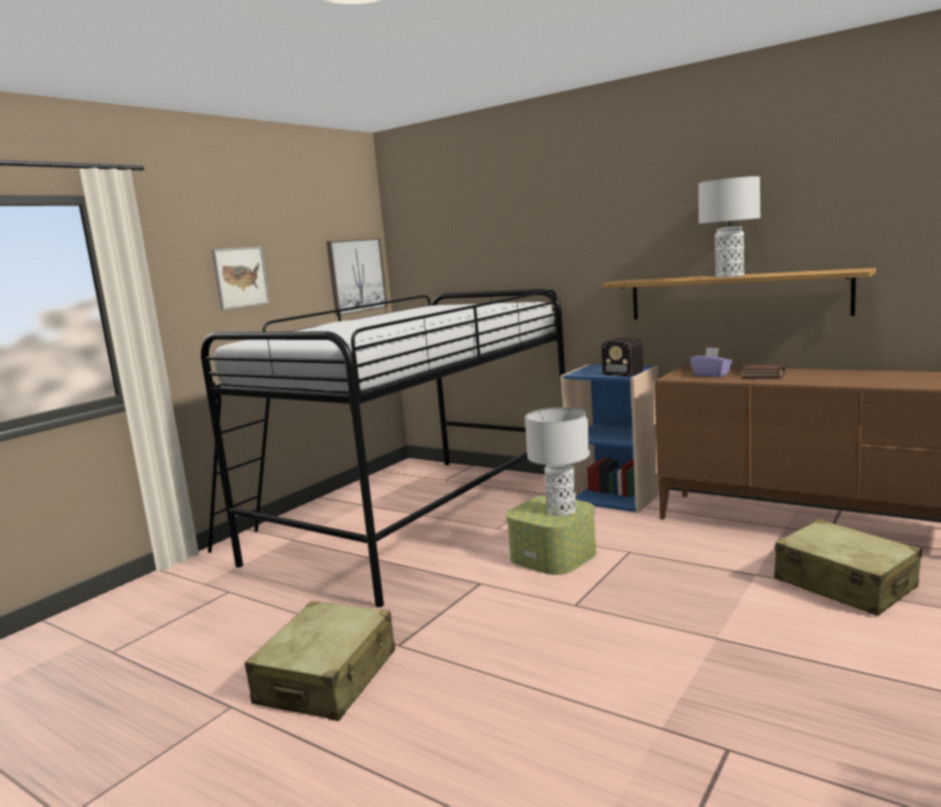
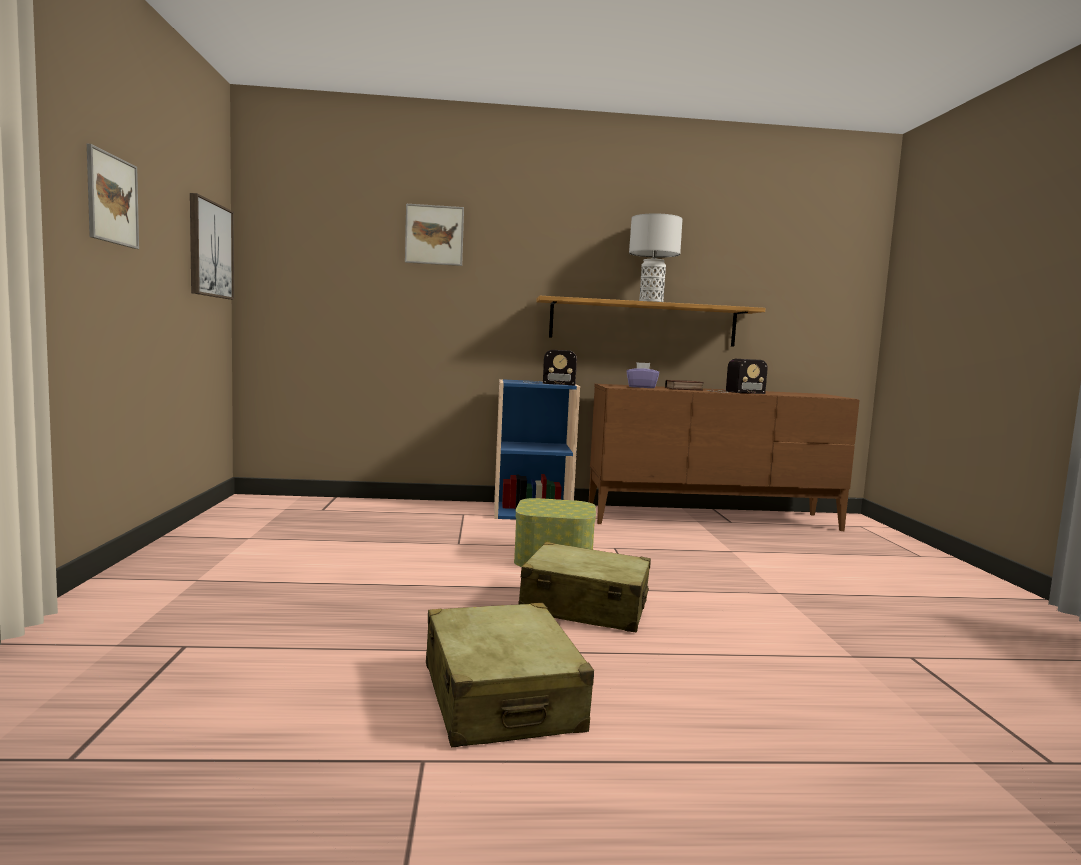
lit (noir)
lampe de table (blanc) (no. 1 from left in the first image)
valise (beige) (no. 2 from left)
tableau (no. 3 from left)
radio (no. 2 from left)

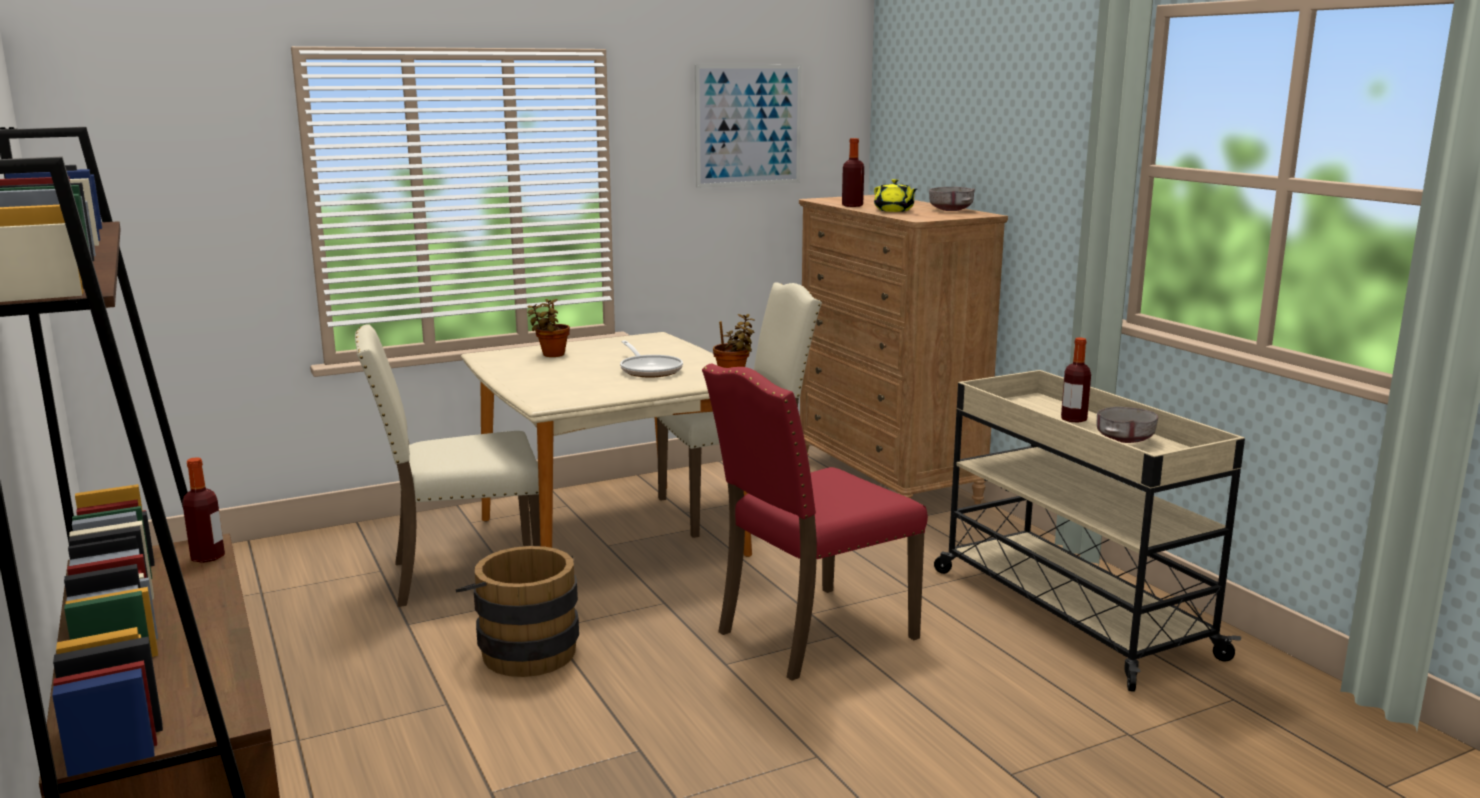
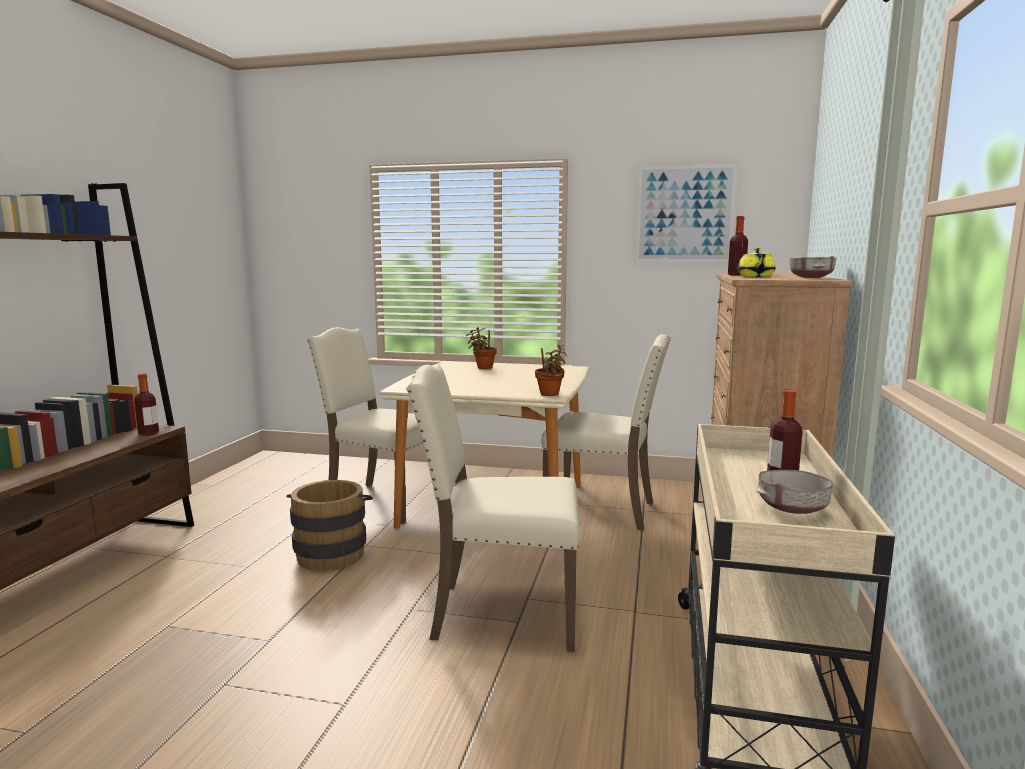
poêle
chaise (beige) (no. 2 from left)

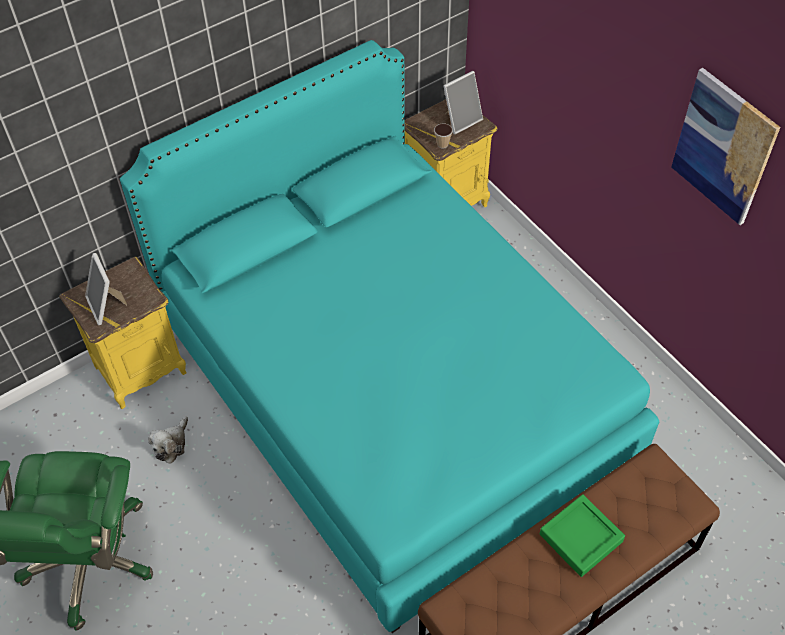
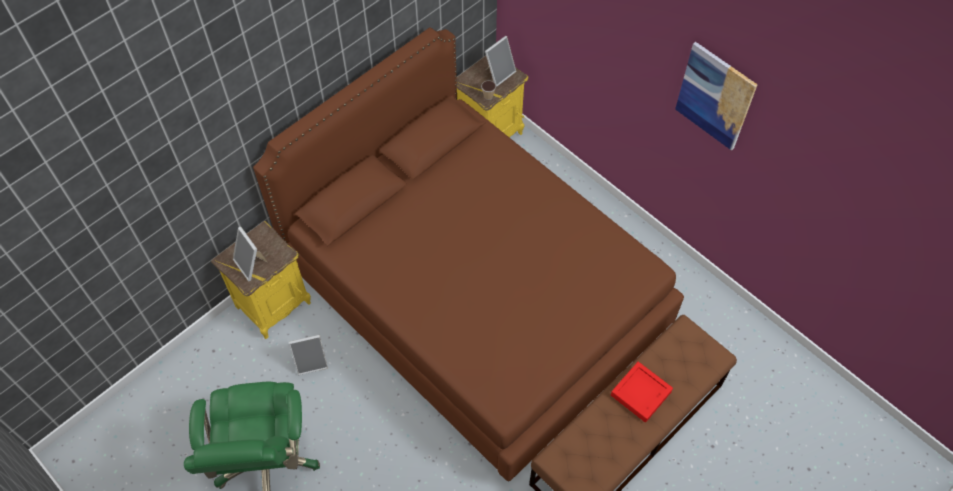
lit (marron)
cadre photo (no. 2 from left)
plateau (rouge)

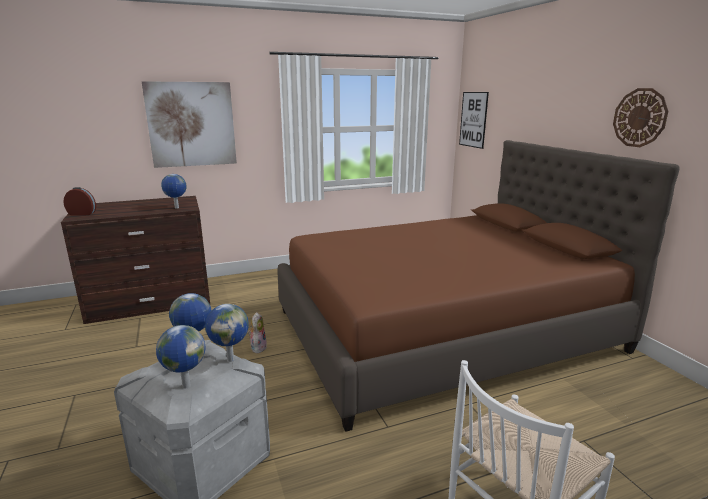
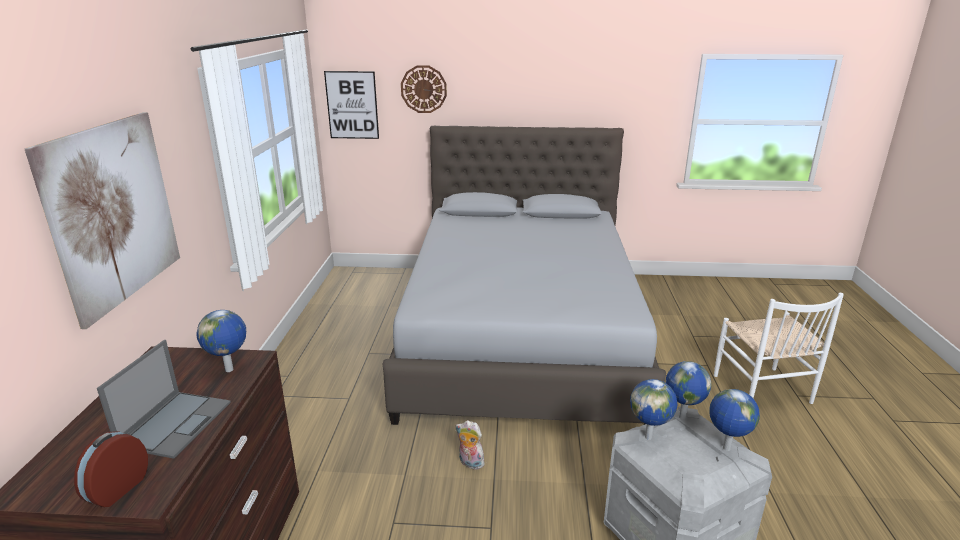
horloge murale
lit (gris)
ordinateur portable

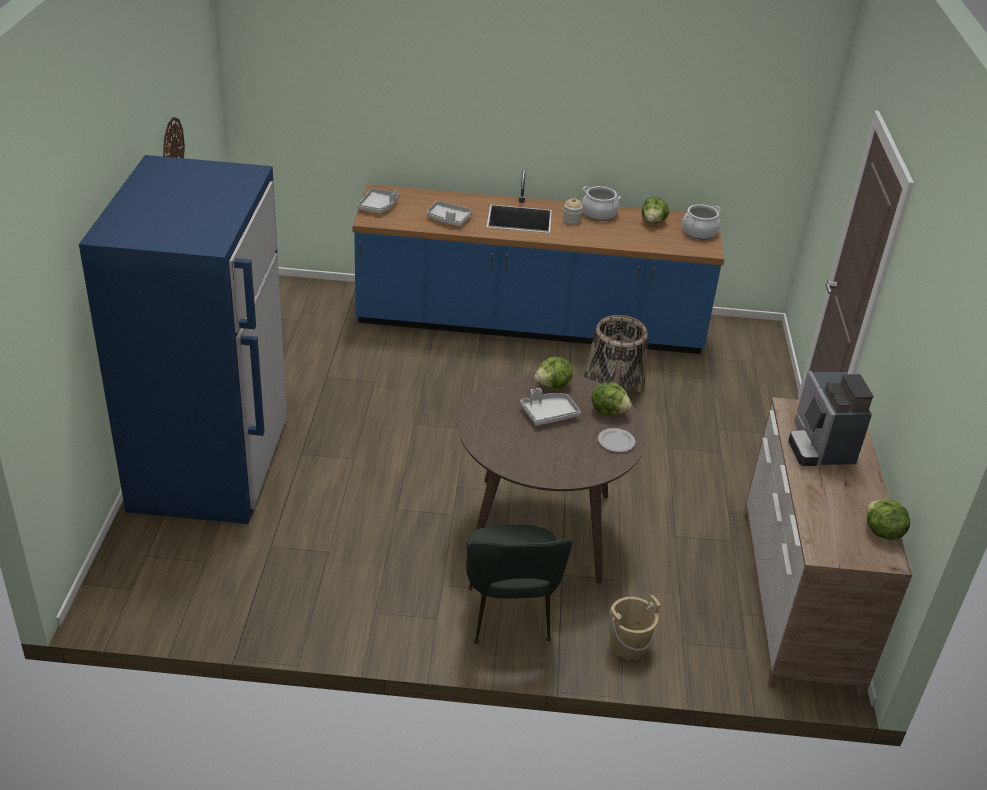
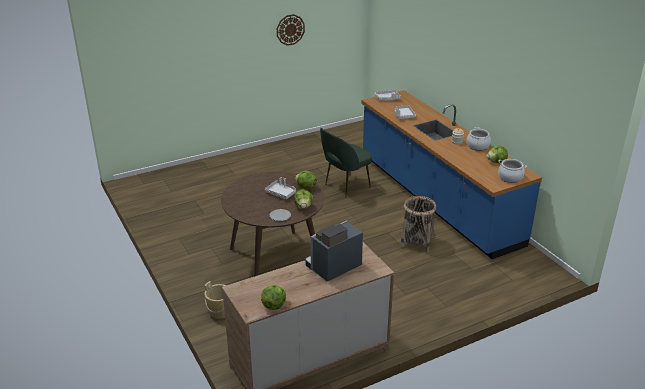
réfrigérateur (bleu)
chaise (vert)

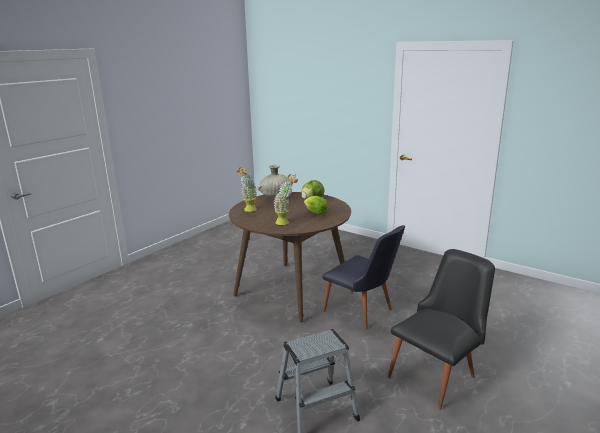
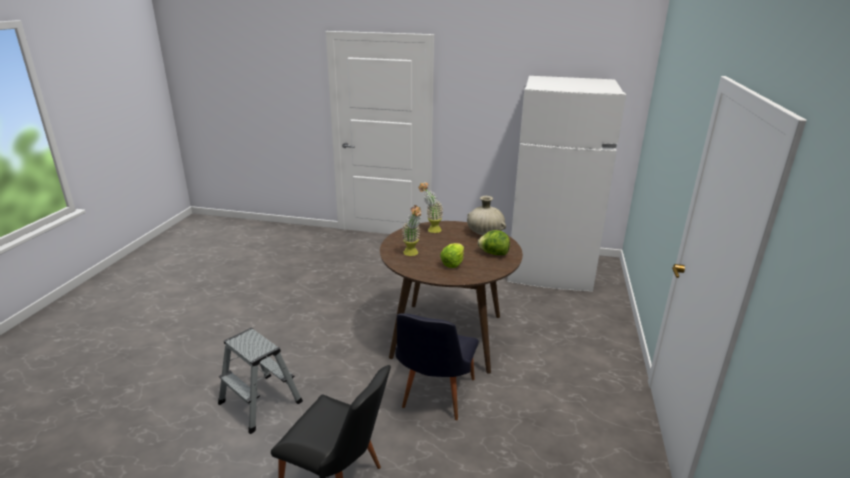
réfrigérateur (blanc)

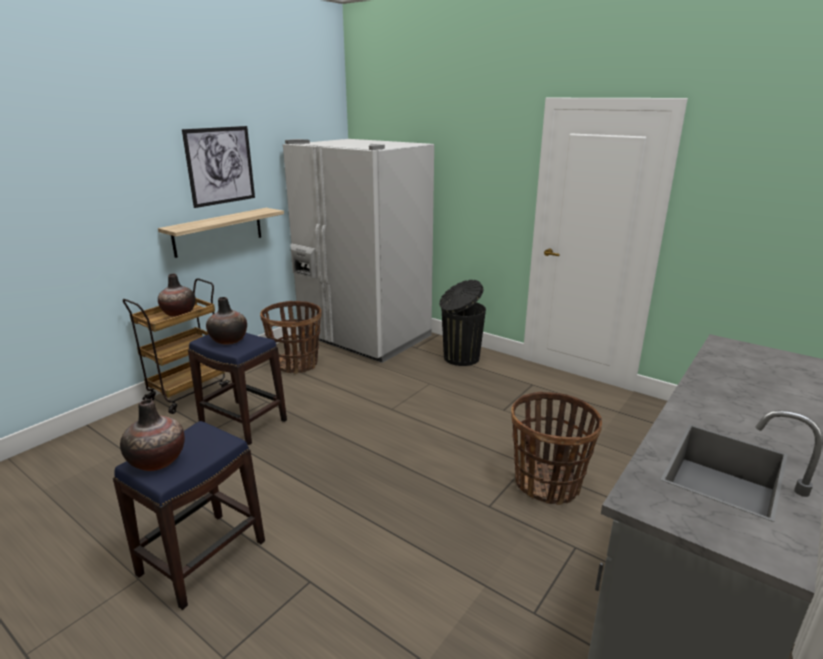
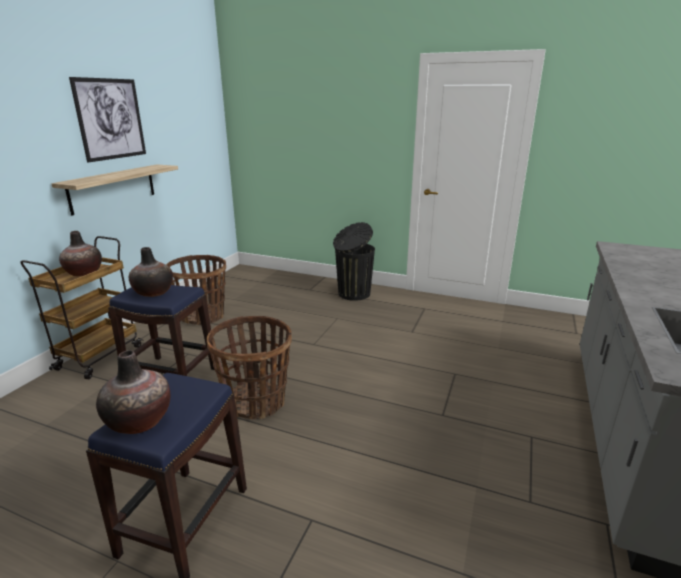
réfrigérateur (blanc)
panier (no. 2 from left)

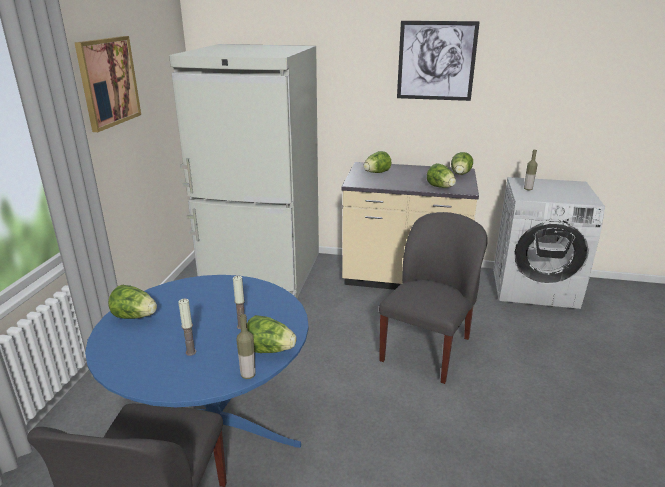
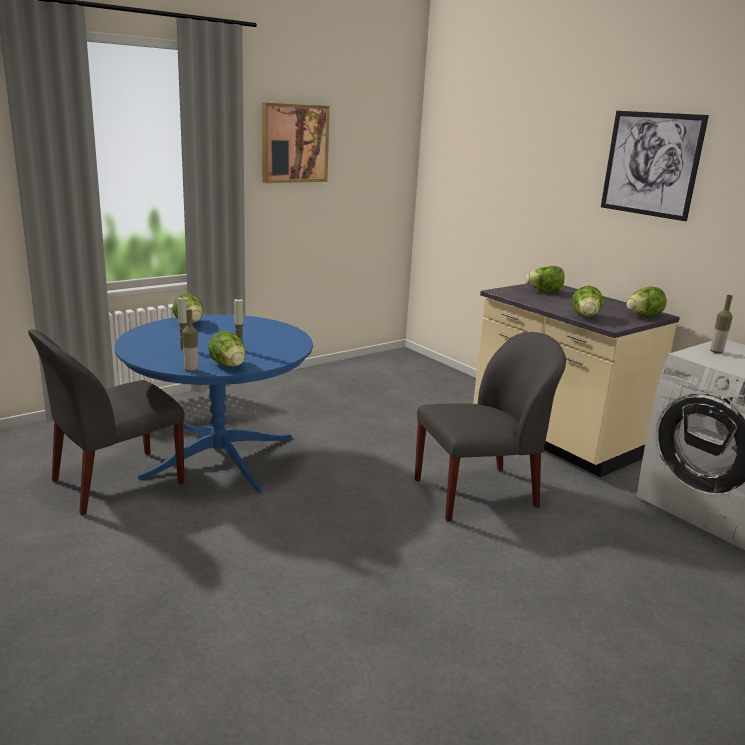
réfrigérateur (blanc)

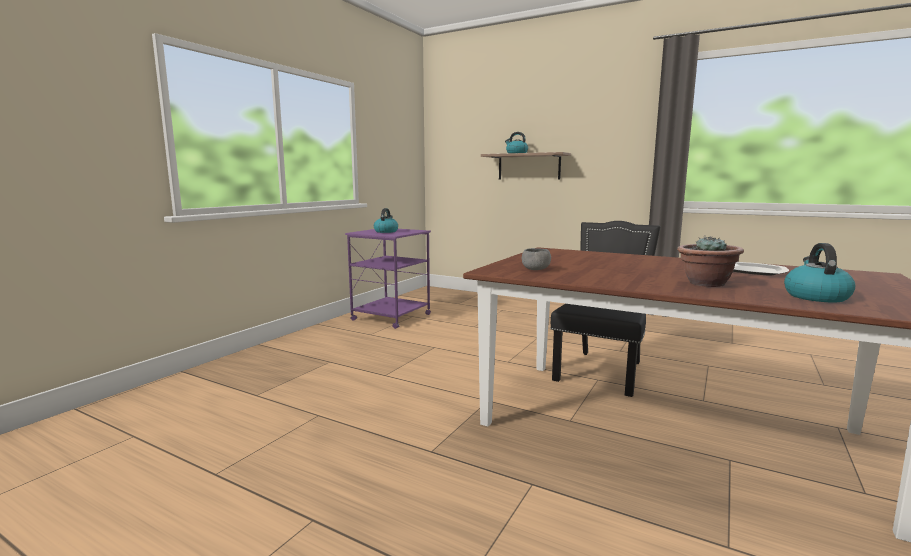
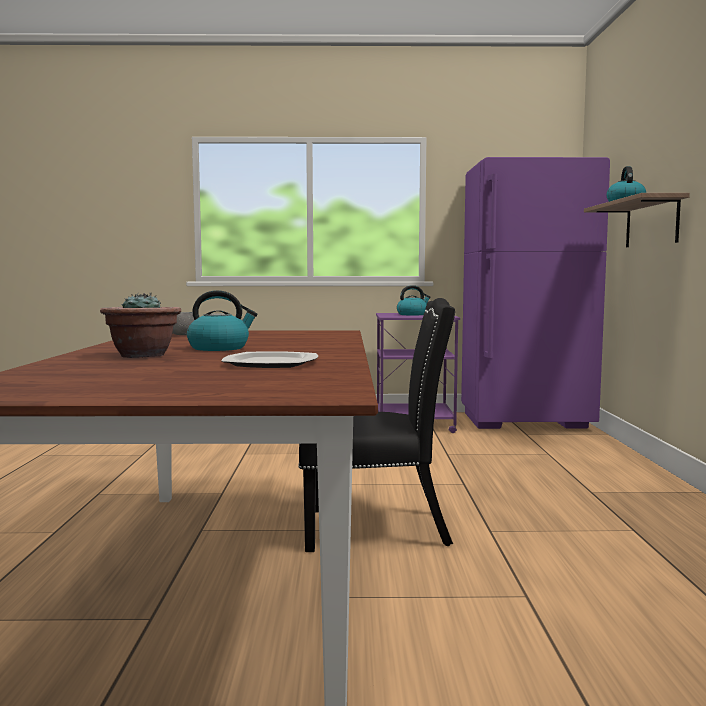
bouilloire (no. 1 from left)
réfrigérateur (violet)

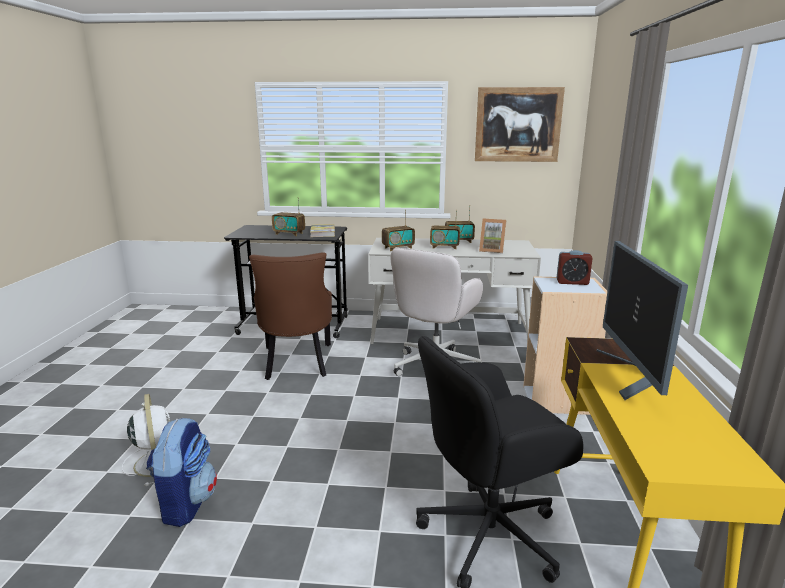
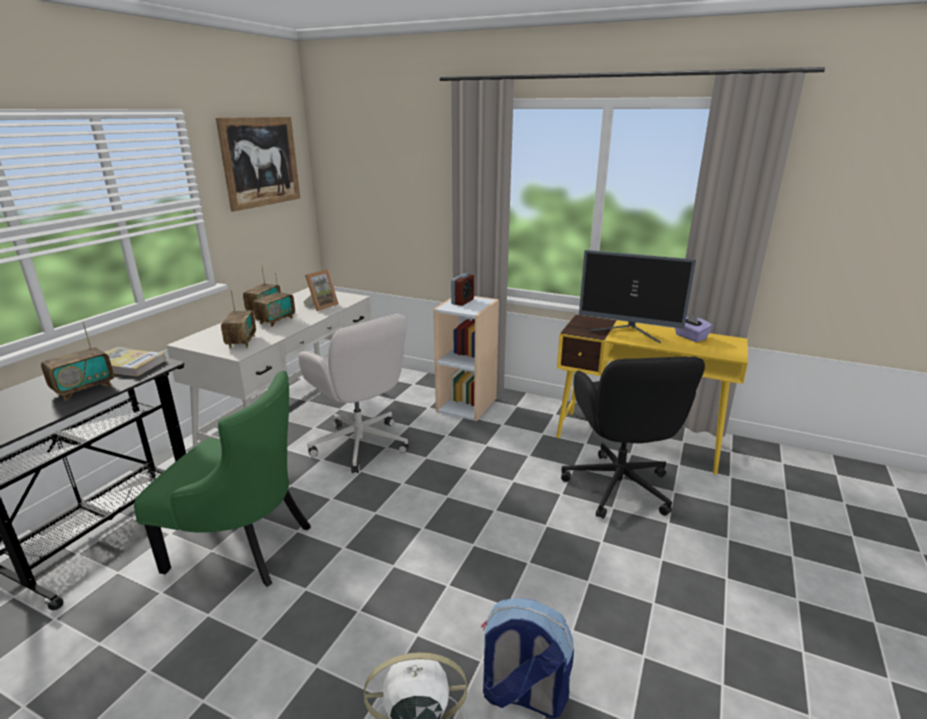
chaise (vert)
boîte à mouchoirs (violet)

